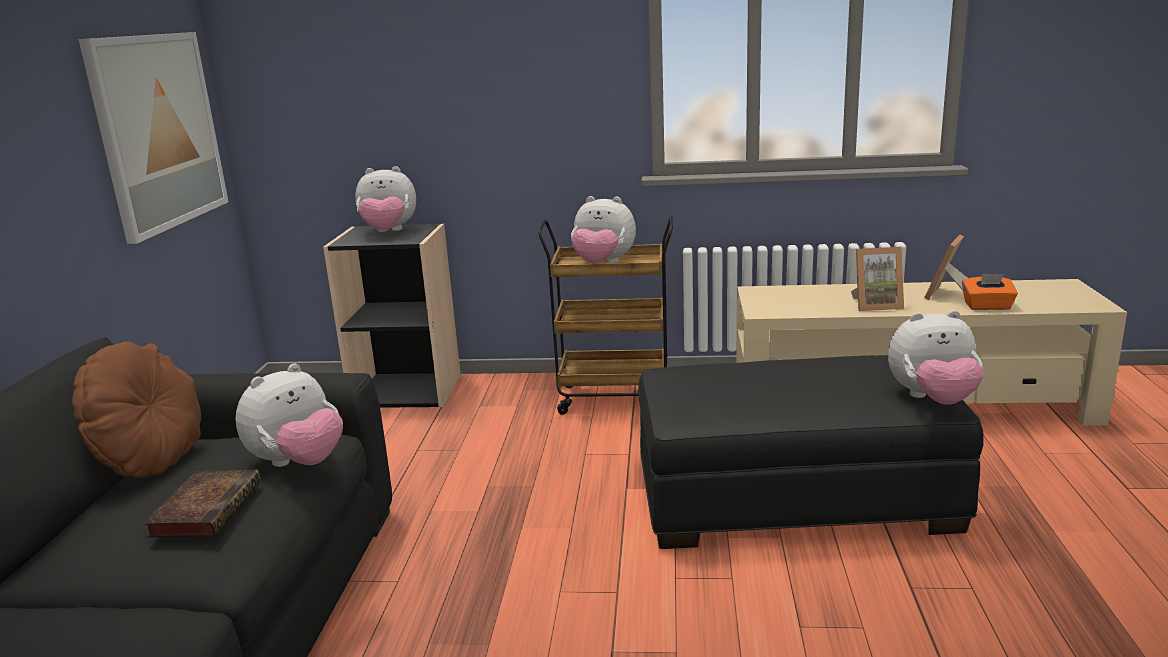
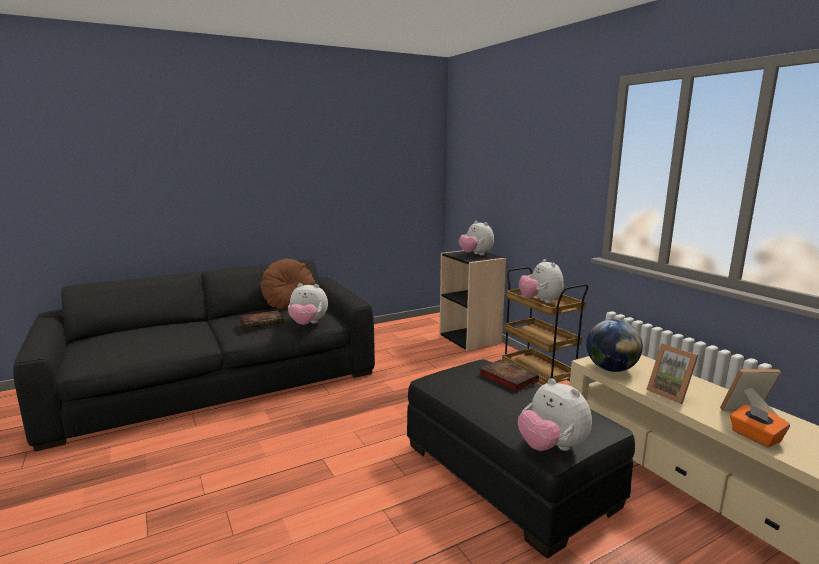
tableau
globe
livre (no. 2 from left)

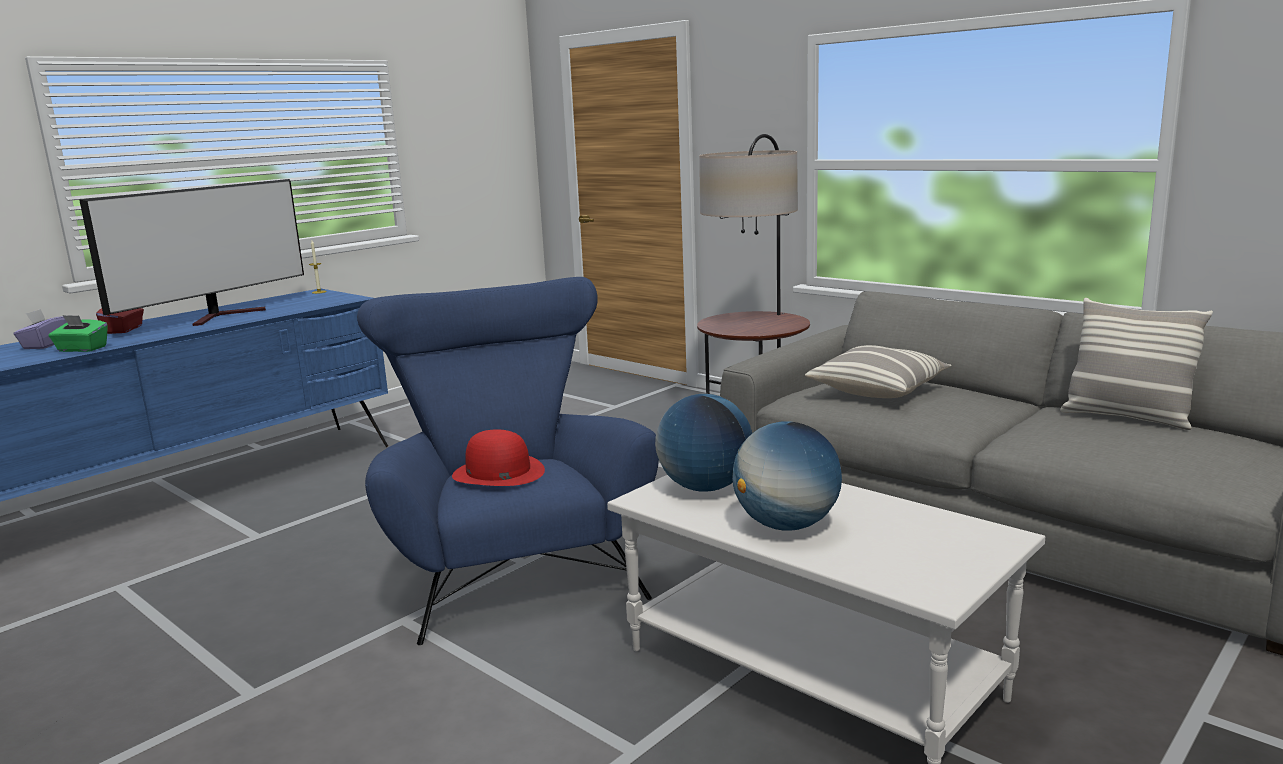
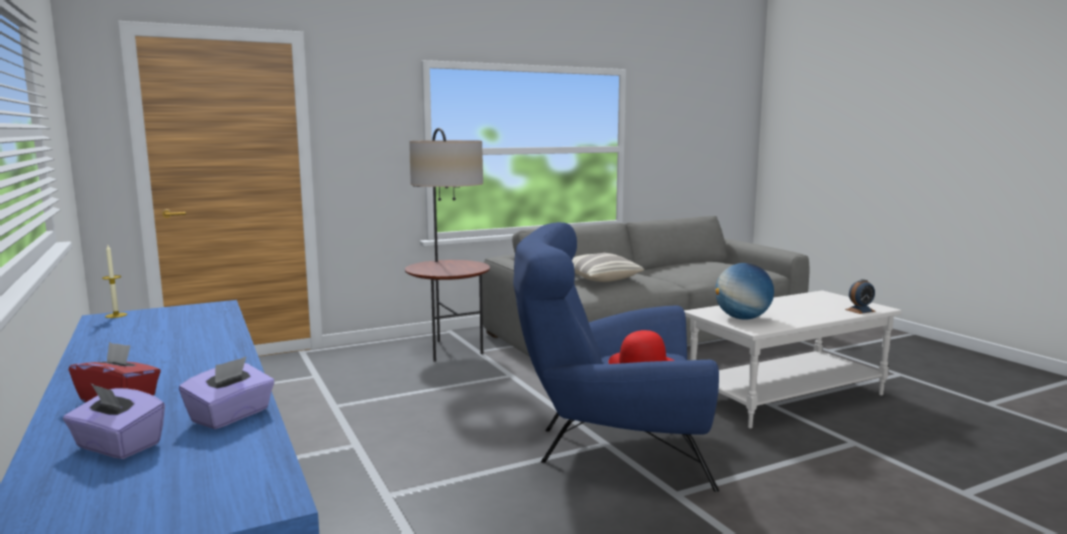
téléviseur
coussin (no. 2 from left in the first image)
boîte à mouchoirs (violet) (no. 2 from left)
globe (no. 2 from left in the first image)
réveil

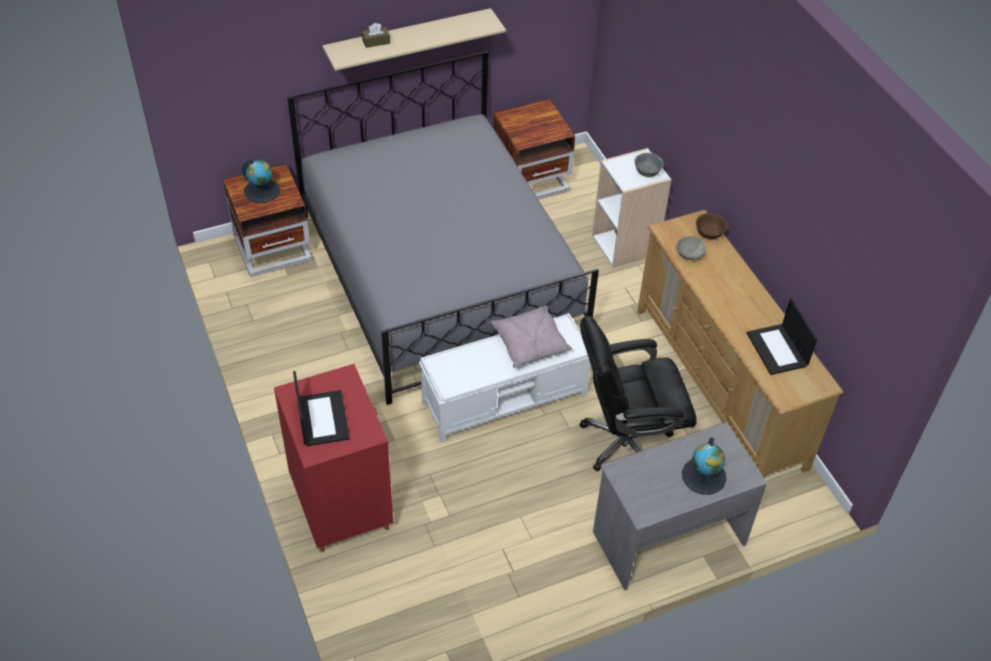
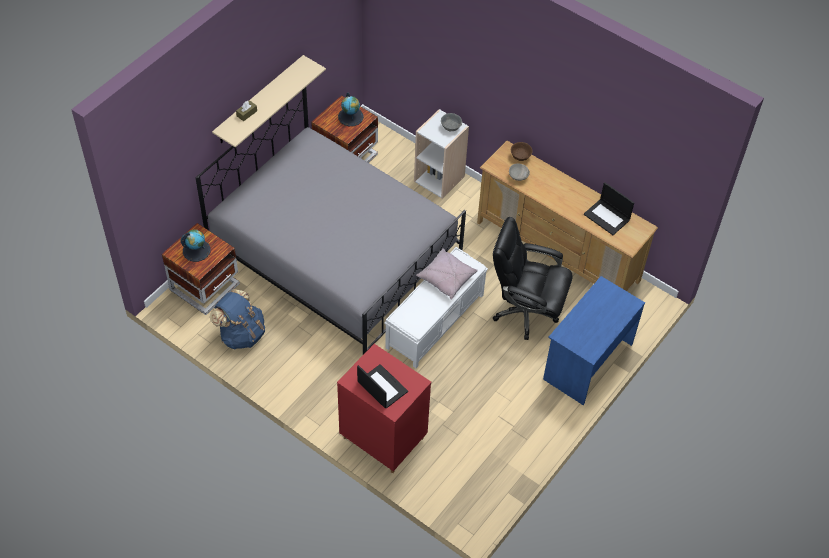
chaise de bureau (noir)
bureau (bleu)
globe (no. 2 from left)
sac à dos (bleu)

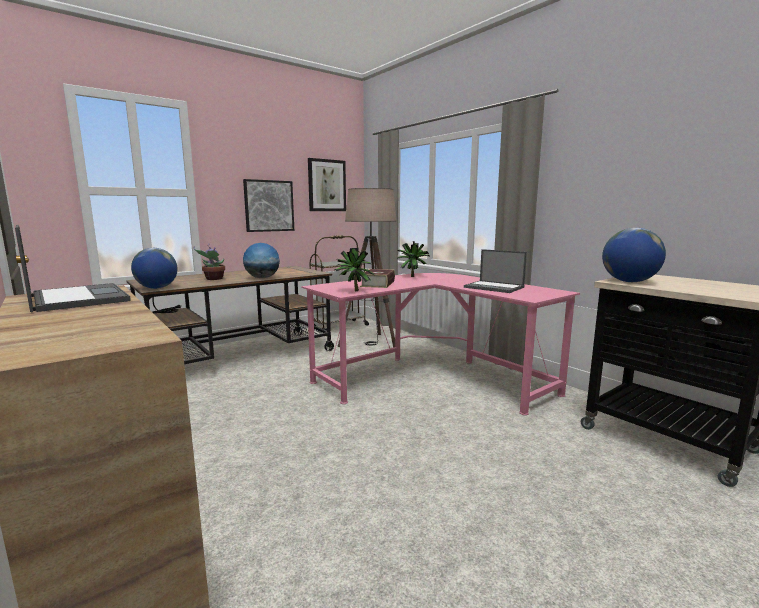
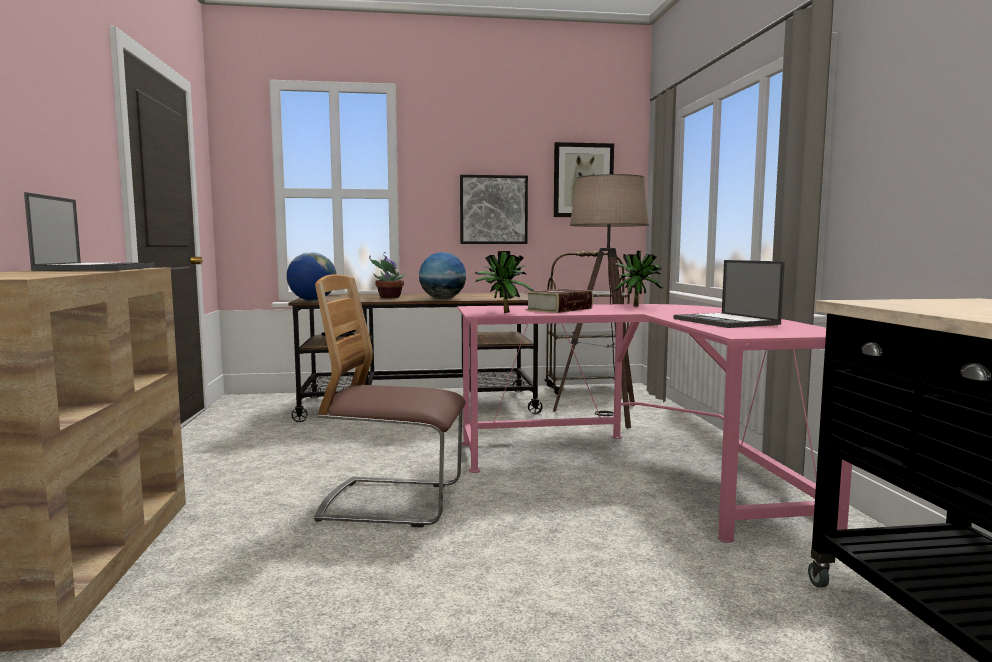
globe (no. 3 from left in the first image)
chaise

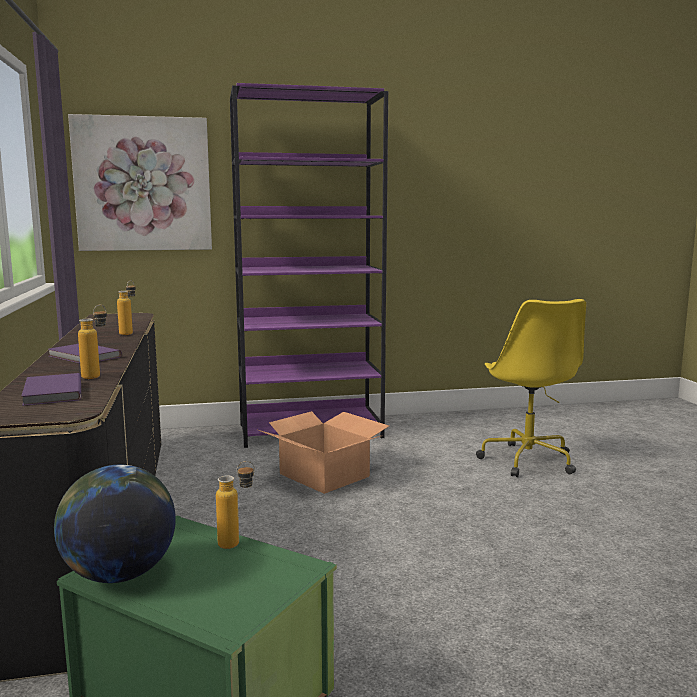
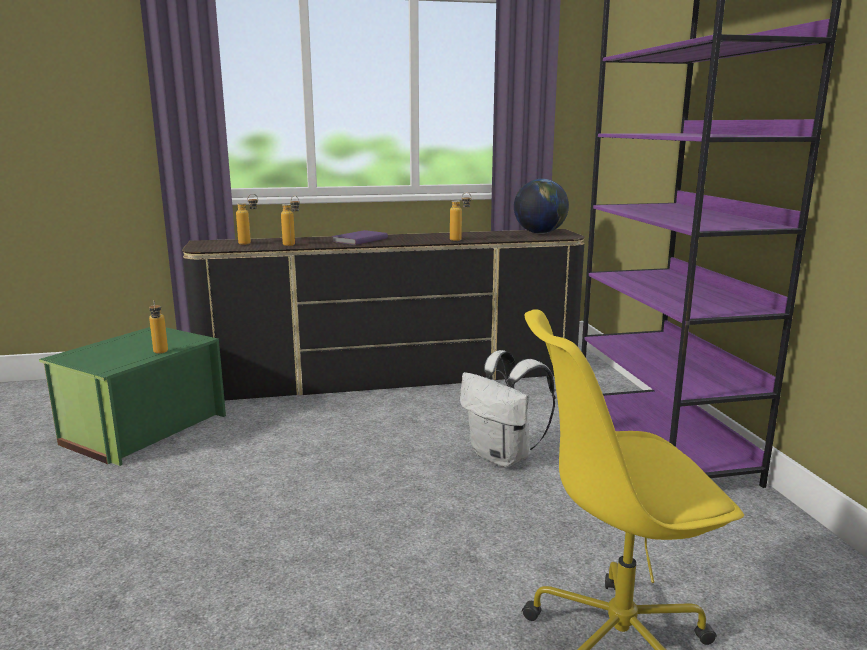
tableau
bouteille (no. 2 from left)
sac à dos (blanc)
globe

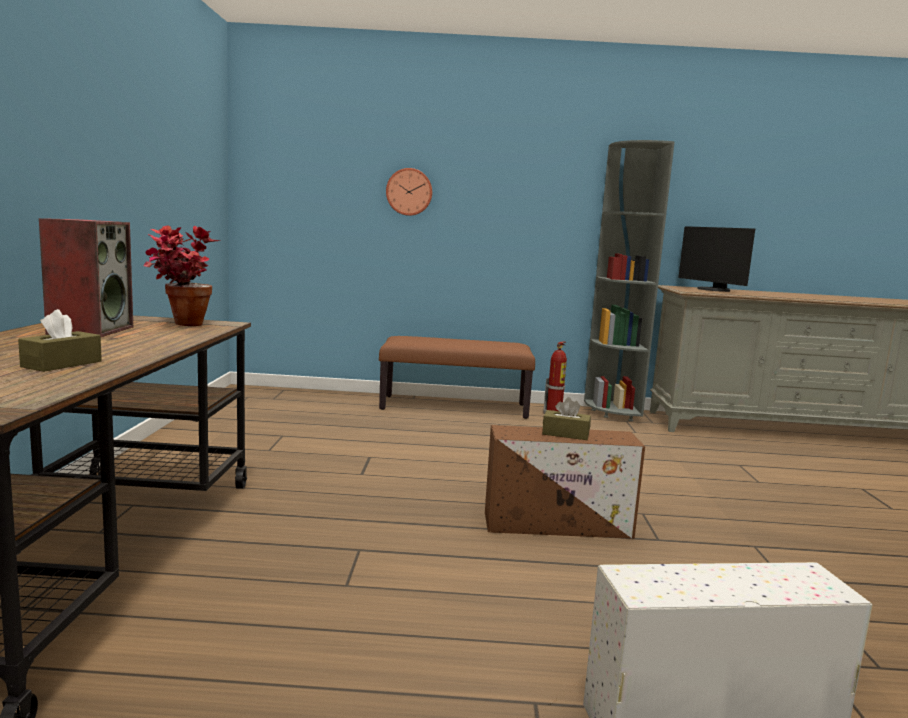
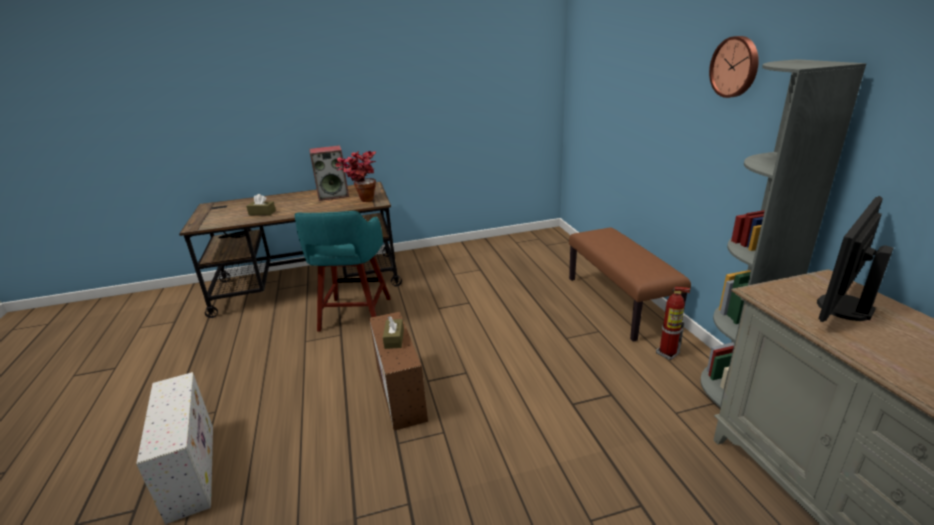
horloge murale
tabouret (turquoise)

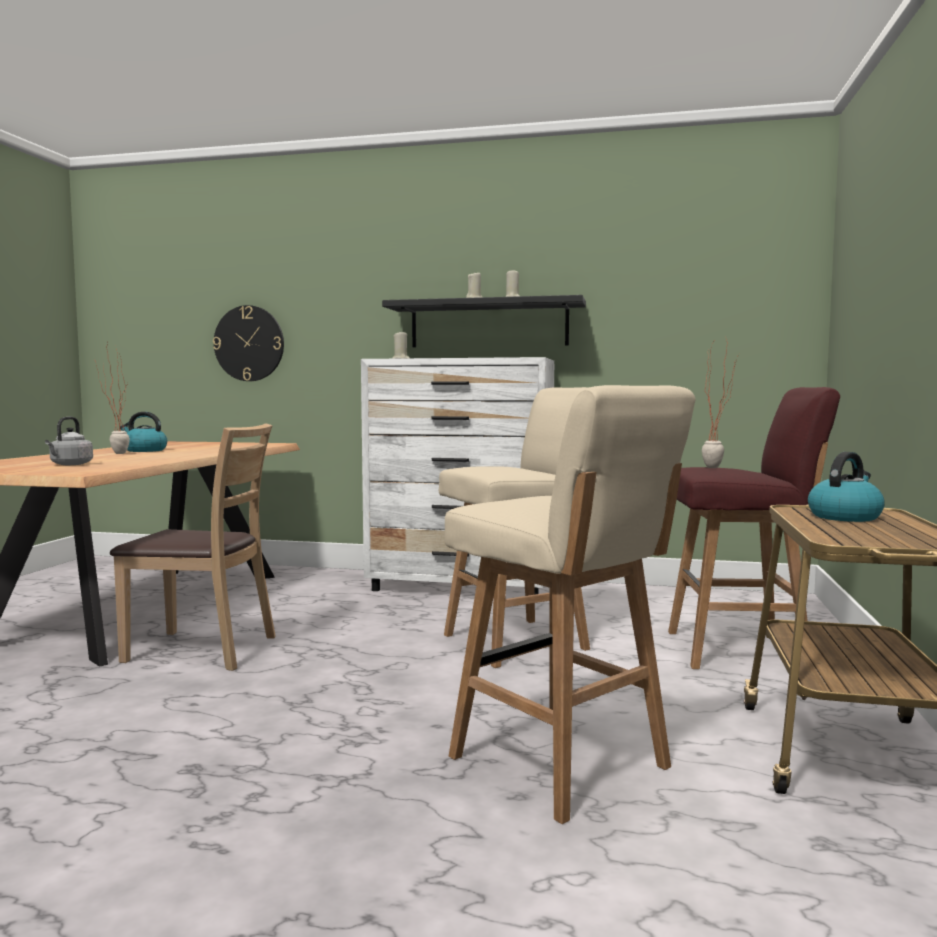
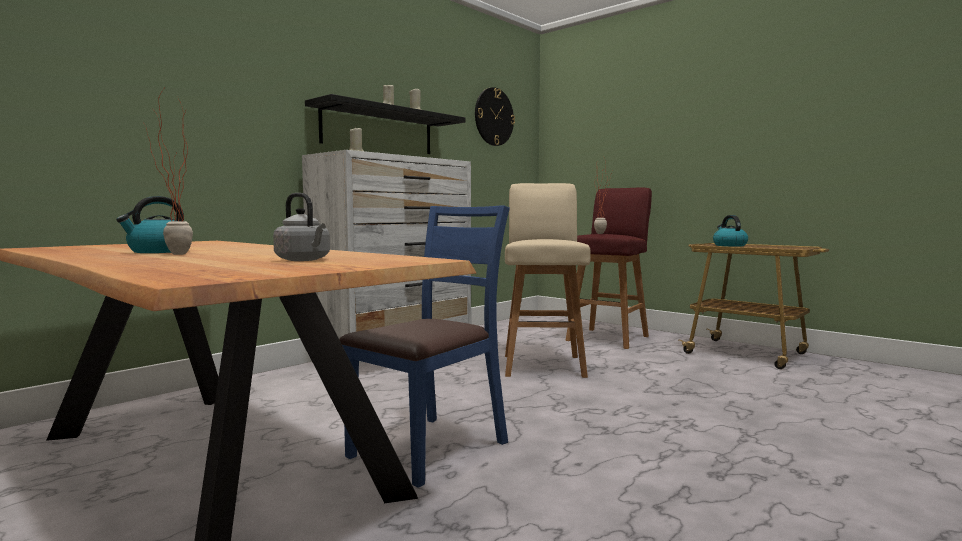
horloge murale
tabouret (beige) (no. 2 from left in the first image)
chaise (bleu)

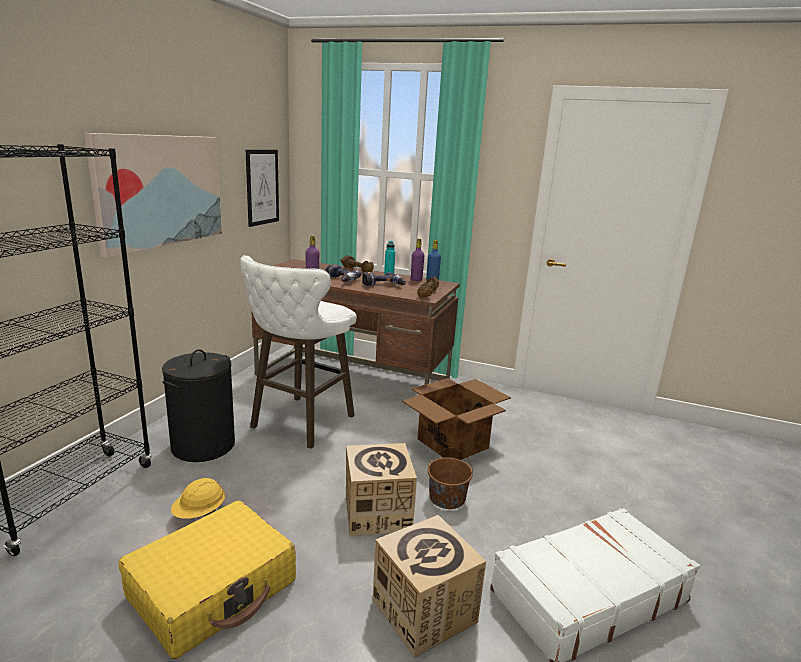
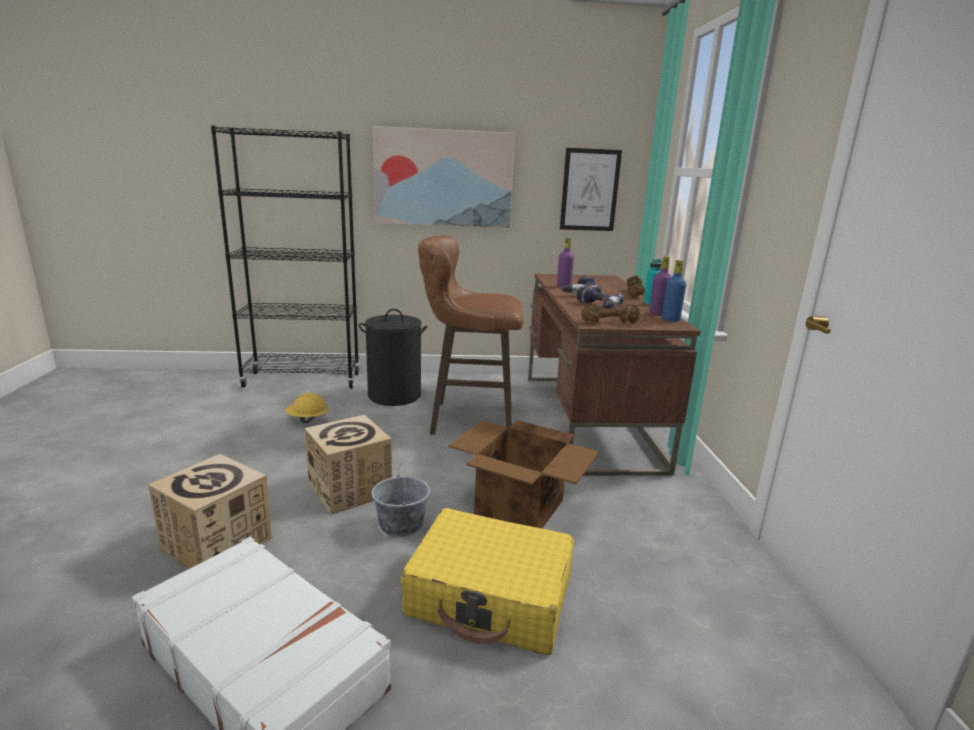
tabouret (marron)
seau (gris)
valise (jaune)

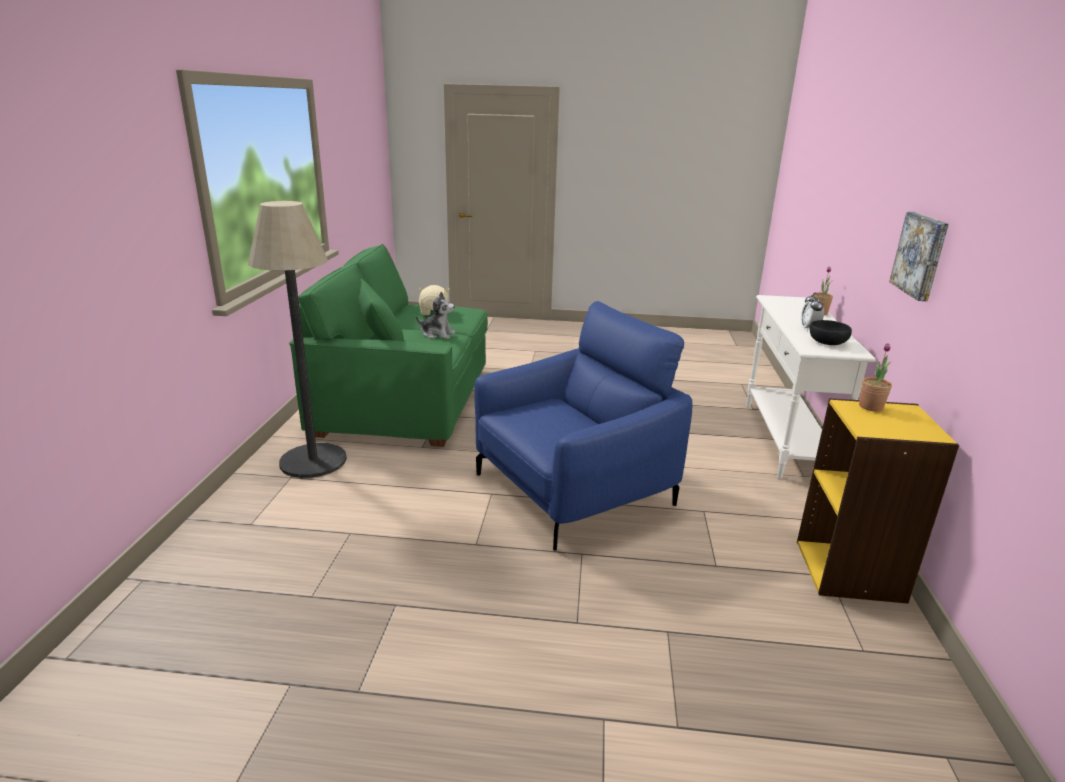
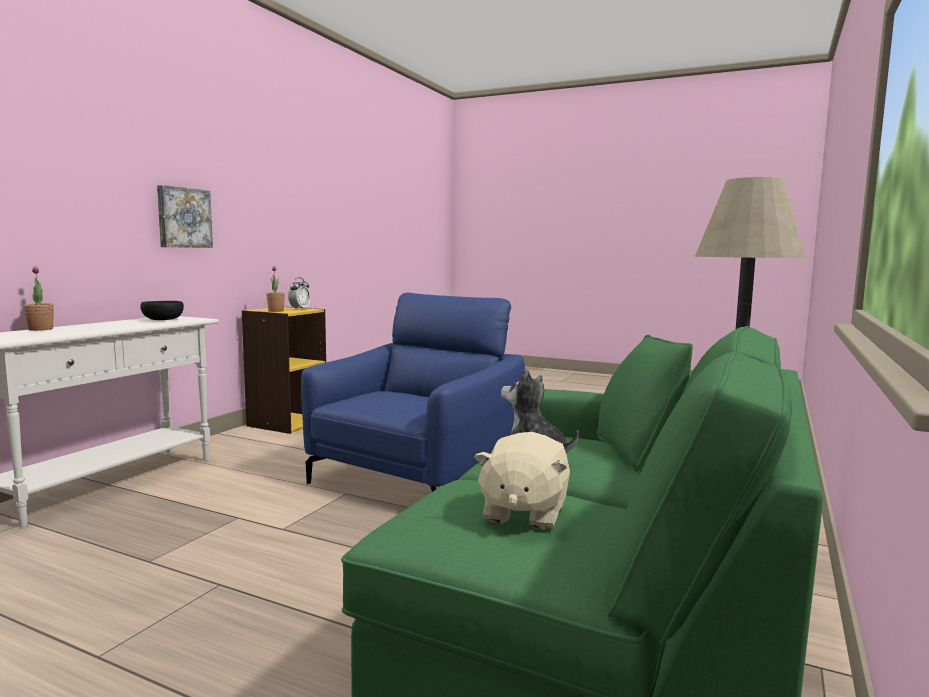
réveil
fauteuil (bleu)

